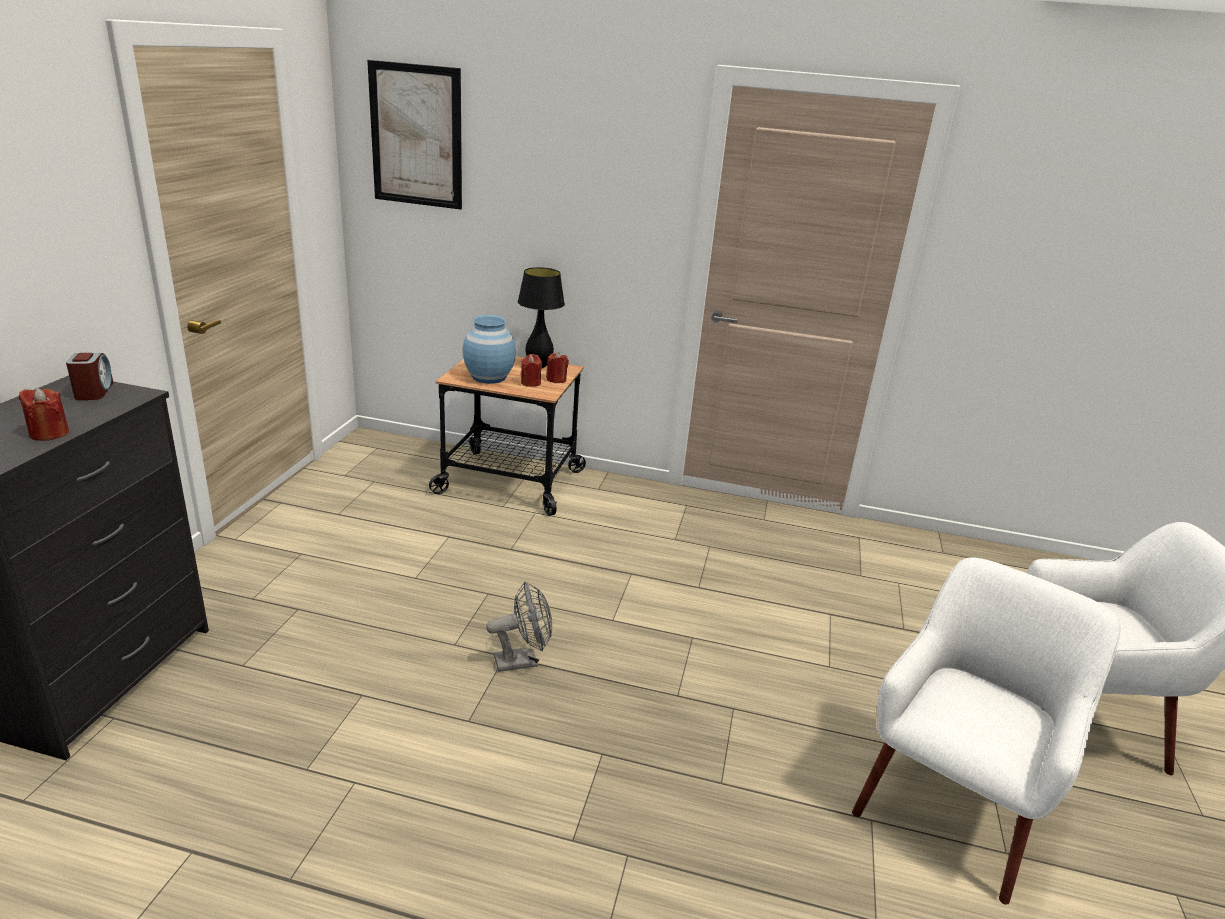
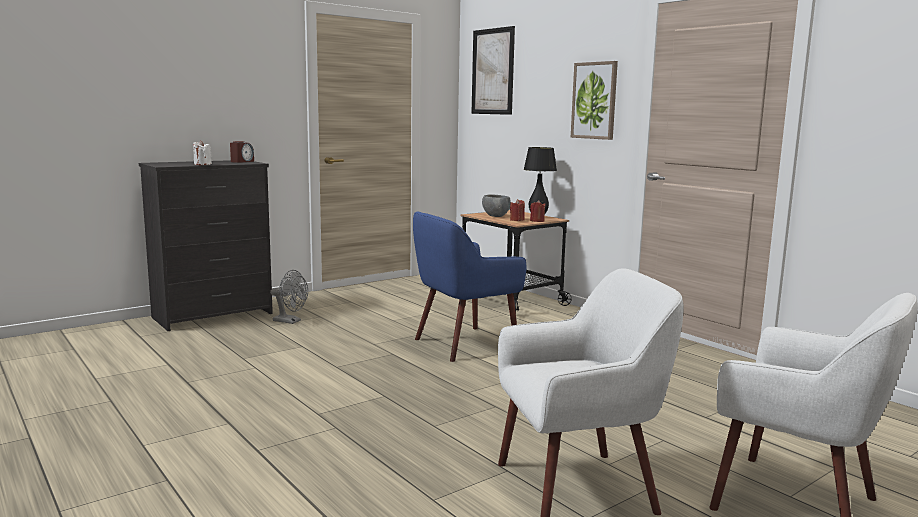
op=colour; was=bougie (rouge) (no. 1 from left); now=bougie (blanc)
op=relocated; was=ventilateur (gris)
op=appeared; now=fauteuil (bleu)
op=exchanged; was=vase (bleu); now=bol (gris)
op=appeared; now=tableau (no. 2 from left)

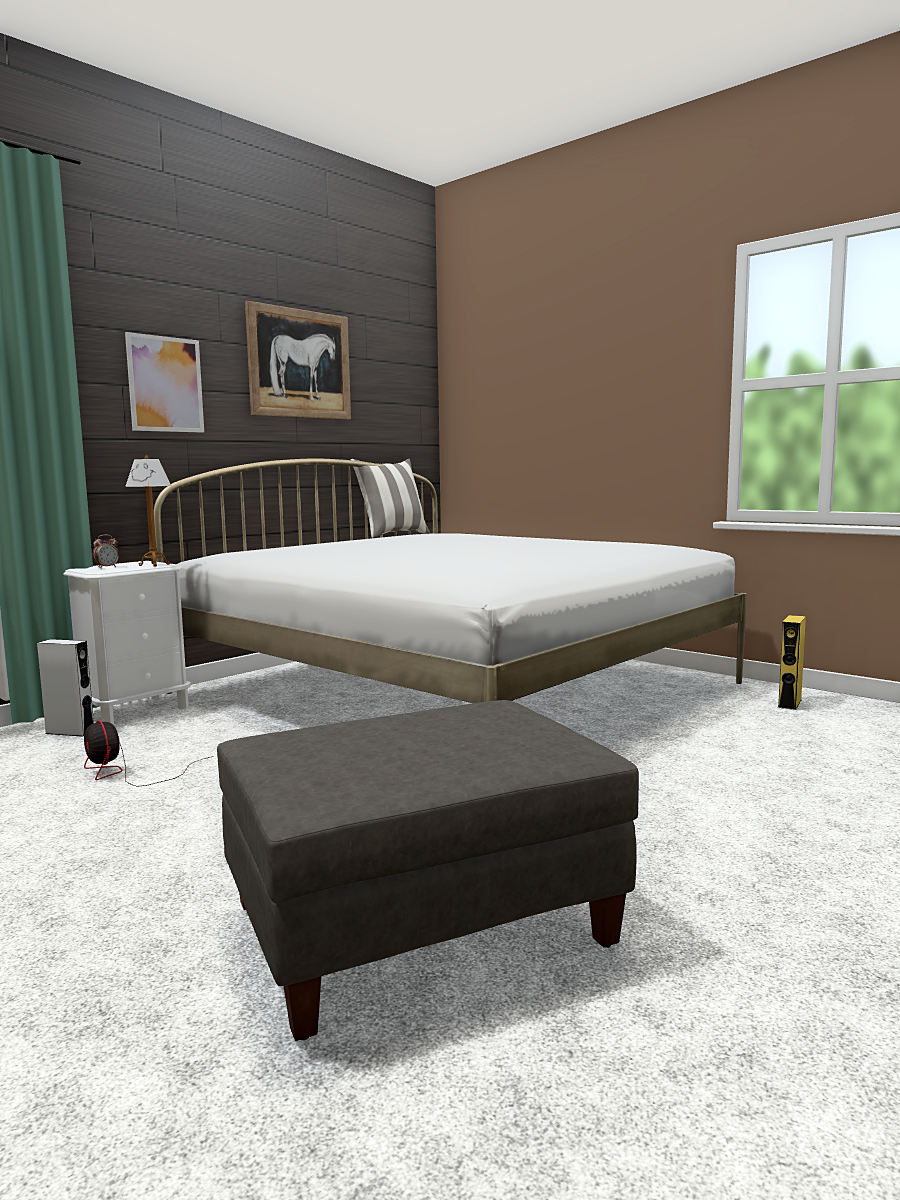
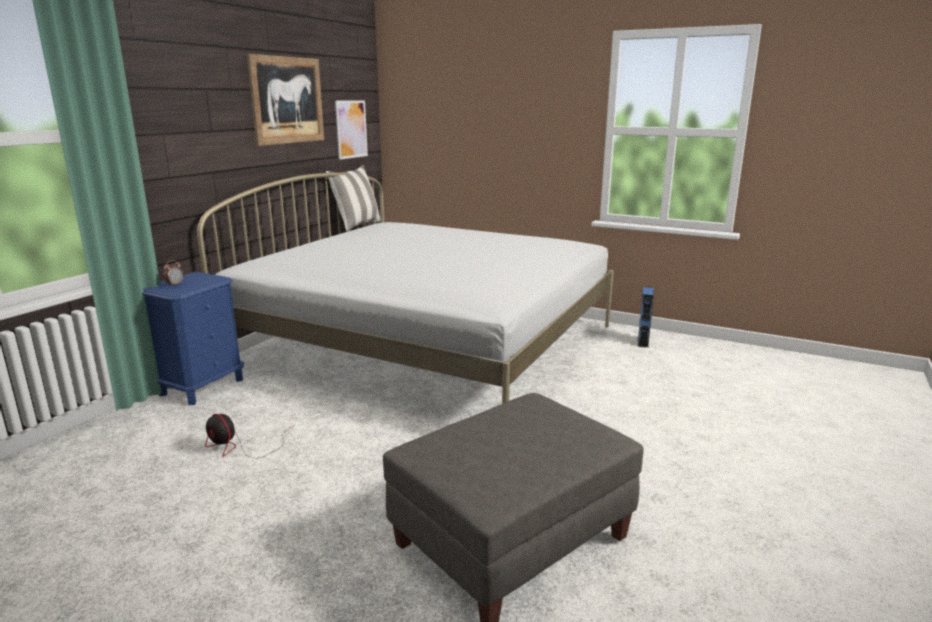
op=colour; was=table de chevet (blanc); now=table de chevet (bleu)
op=relocated; was=tableau (no. 1 from left in the first image); now=tableau (no. 2 from left)
op=colour; was=enceinte (jaune); now=enceinte (bleu)
op=missing; was=enceinte (gris)
op=missing; was=lampe de table

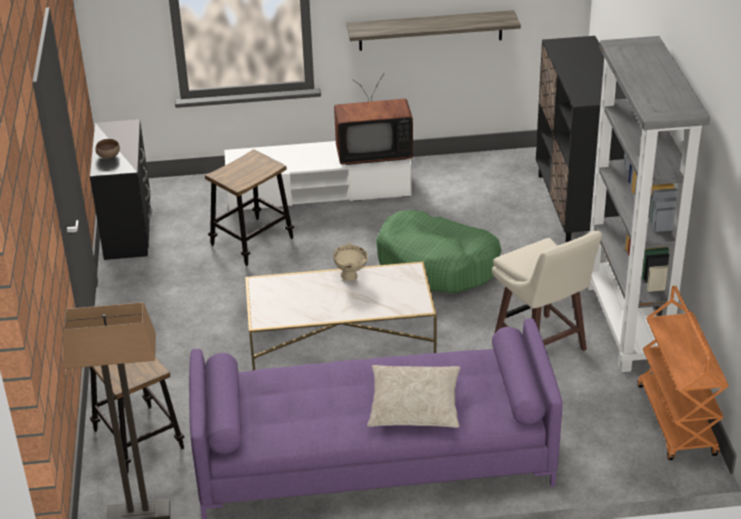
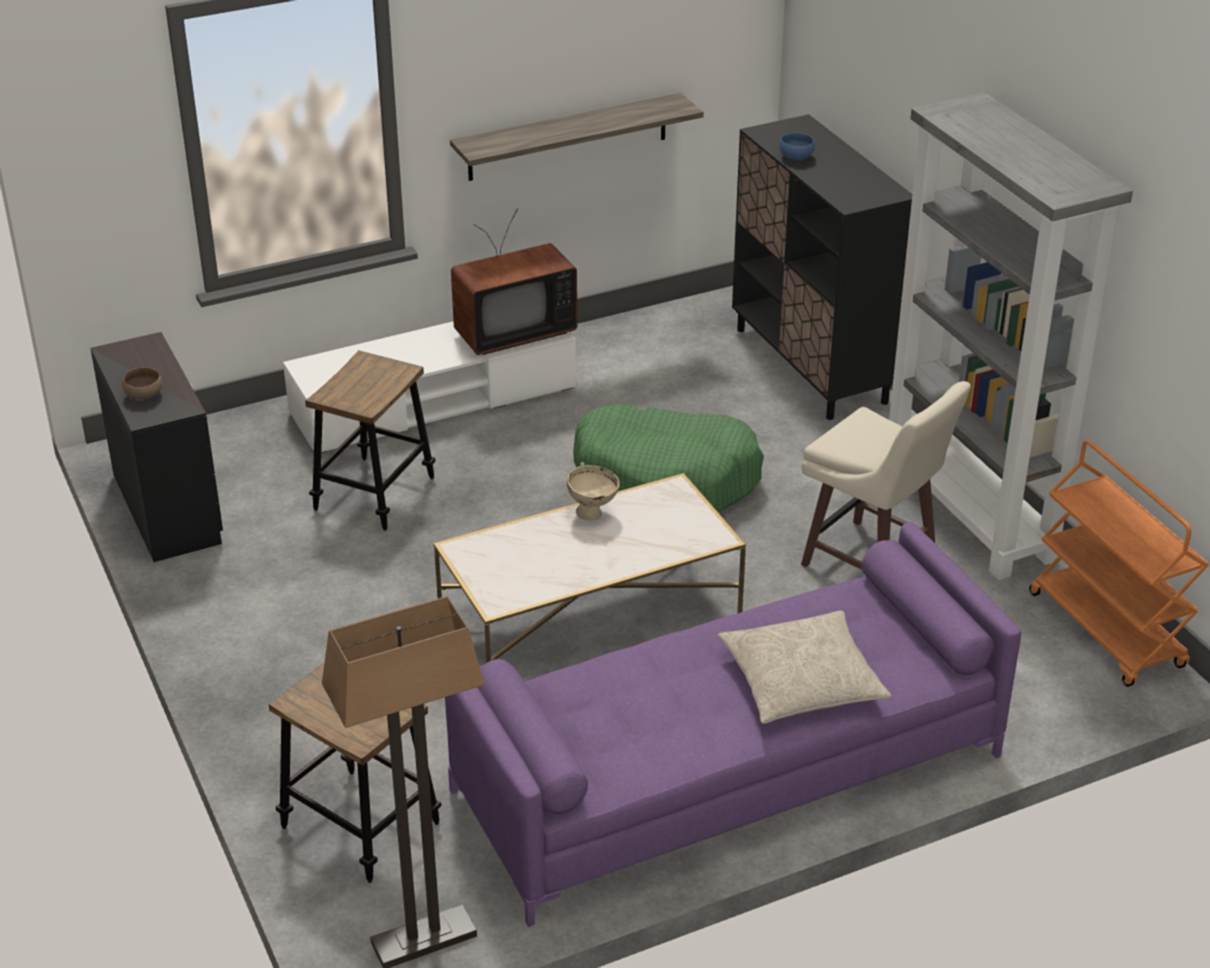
op=appeared; now=bol (bleu)

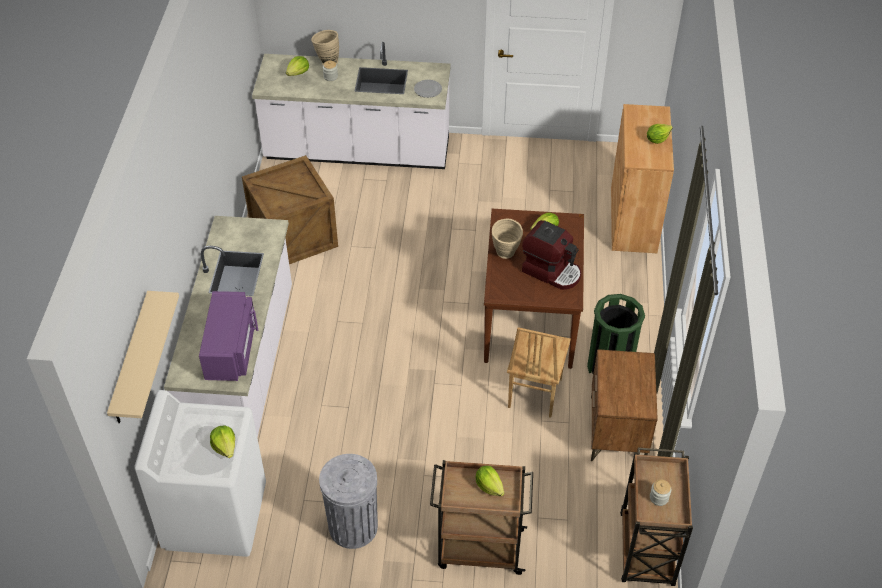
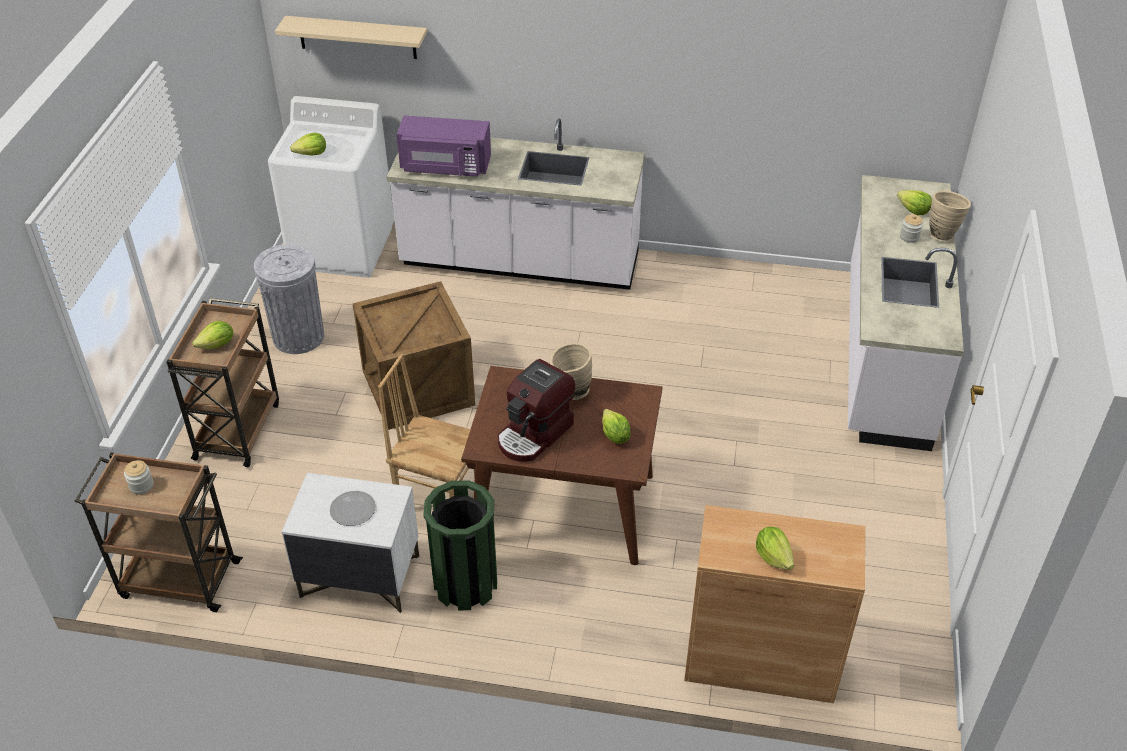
op=colour; was=table de chevet (marron); now=table de chevet (blanc)
op=relocated; was=assiette
op=relocated; was=caisse

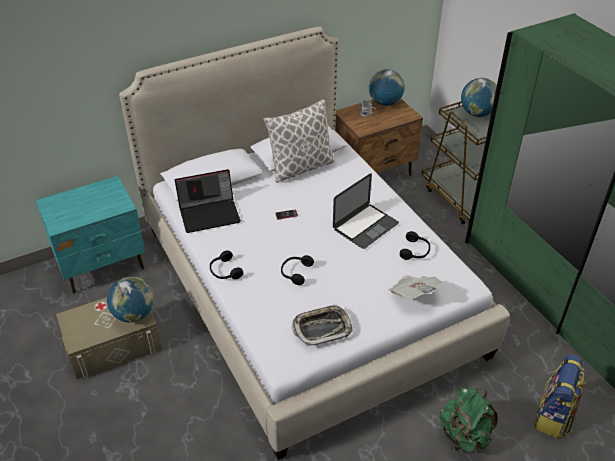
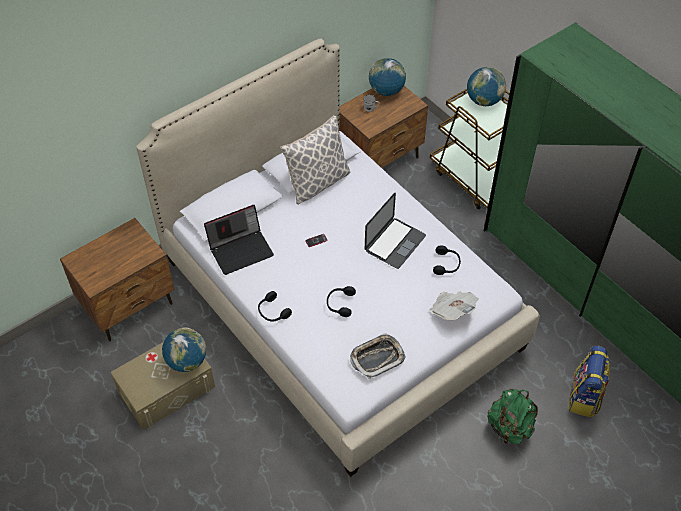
op=colour; was=table de chevet (turquoise); now=table de chevet (marron) (no. 1 from left)

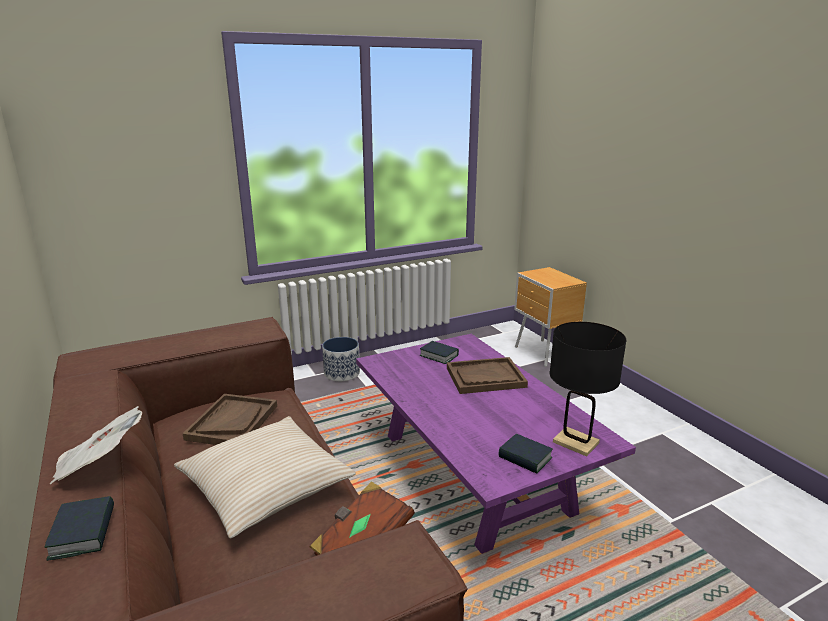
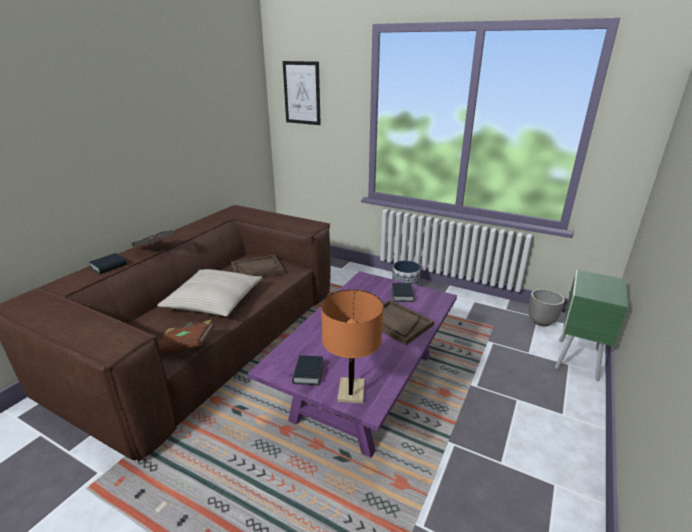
op=appeared; now=tableau
op=colour; was=lampe de table (noir); now=lampe de table (orange)
op=appeared; now=cache-pot (no. 2 from left)
op=colour; was=table de chevet (marron); now=table de chevet (vert)

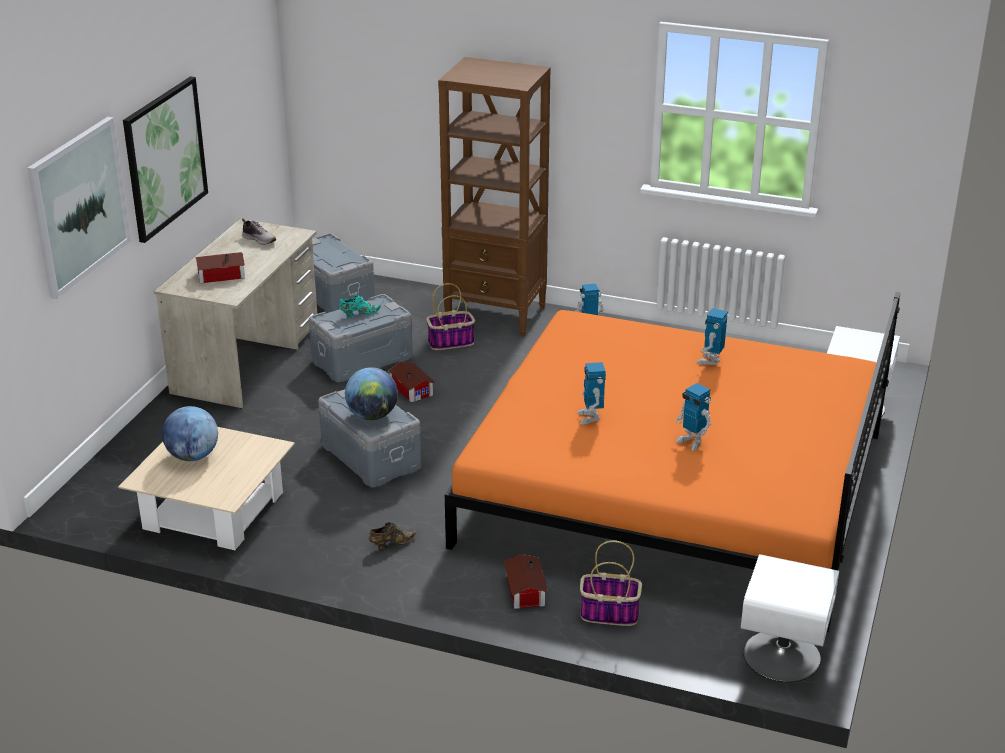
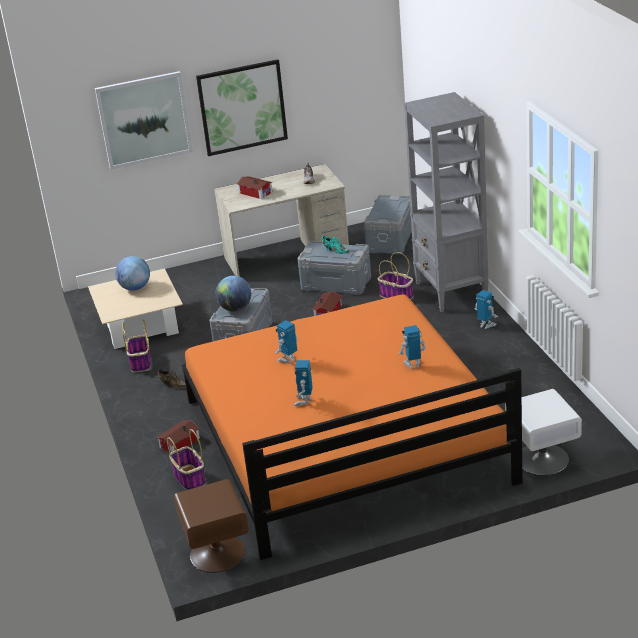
op=appeared; now=panier (no. 1 from left)
op=colour; was=table de chevet (blanc) (no. 1 from left); now=table de chevet (marron)
op=colour; was=bibliothèque (marron); now=bibliothèque (gris)

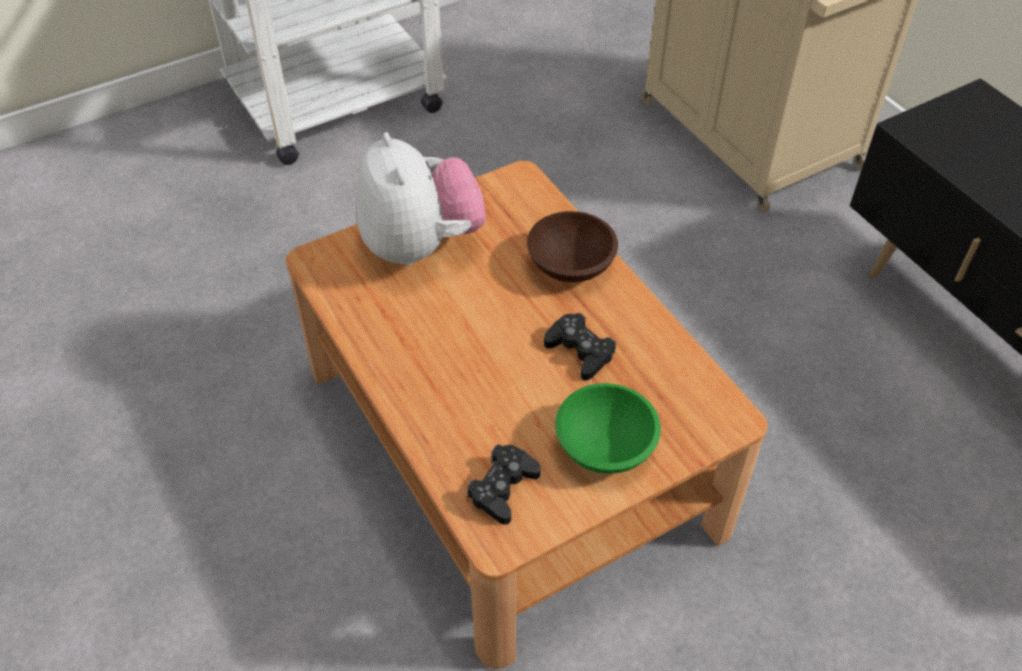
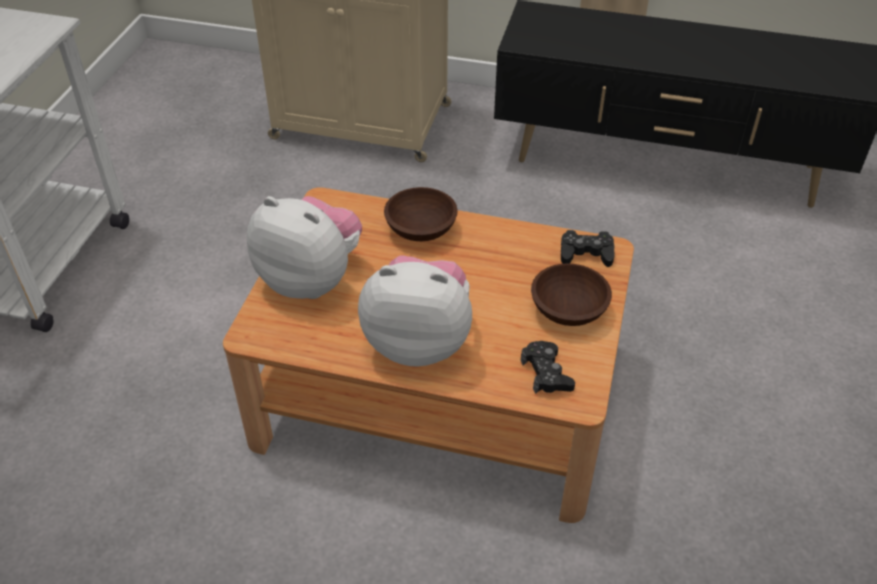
op=appeared; now=peluche (no. 2 from left)
op=colour; was=bol (vert); now=bol (marron) (no. 2 from left)
op=relocated; was=manette (noir) (no. 2 from left)

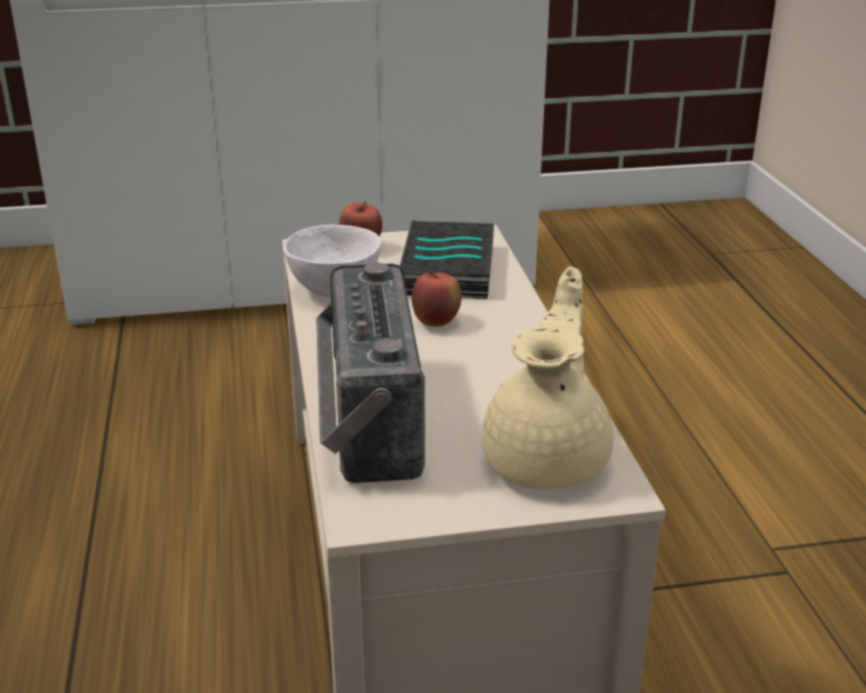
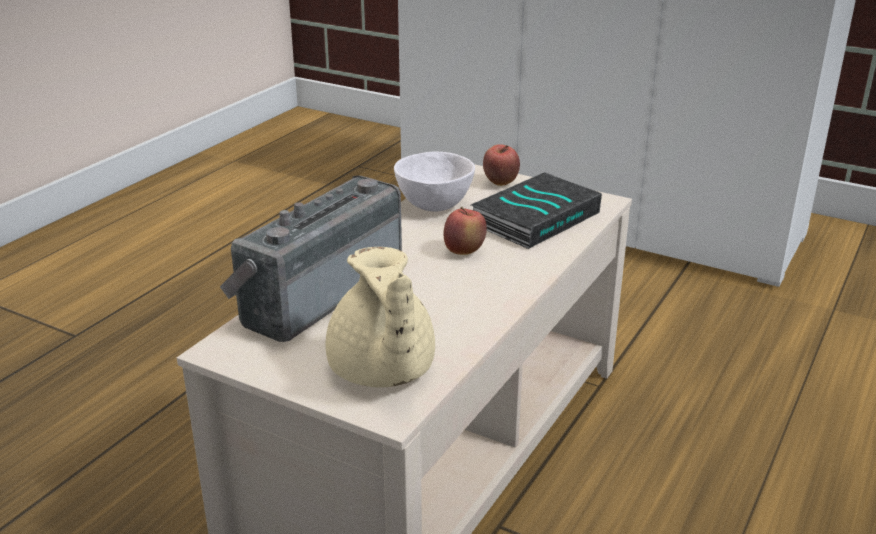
op=spun; was=théière (beige); clockwise=105

